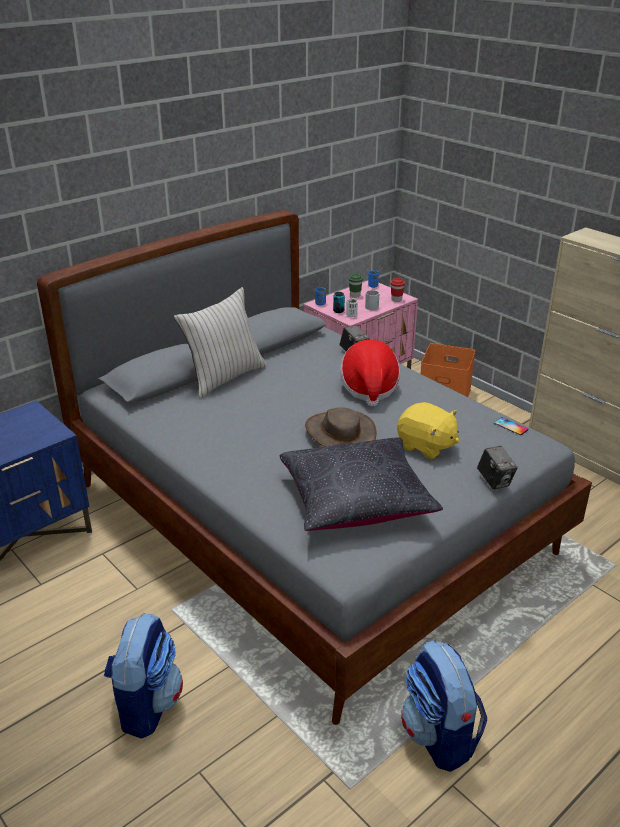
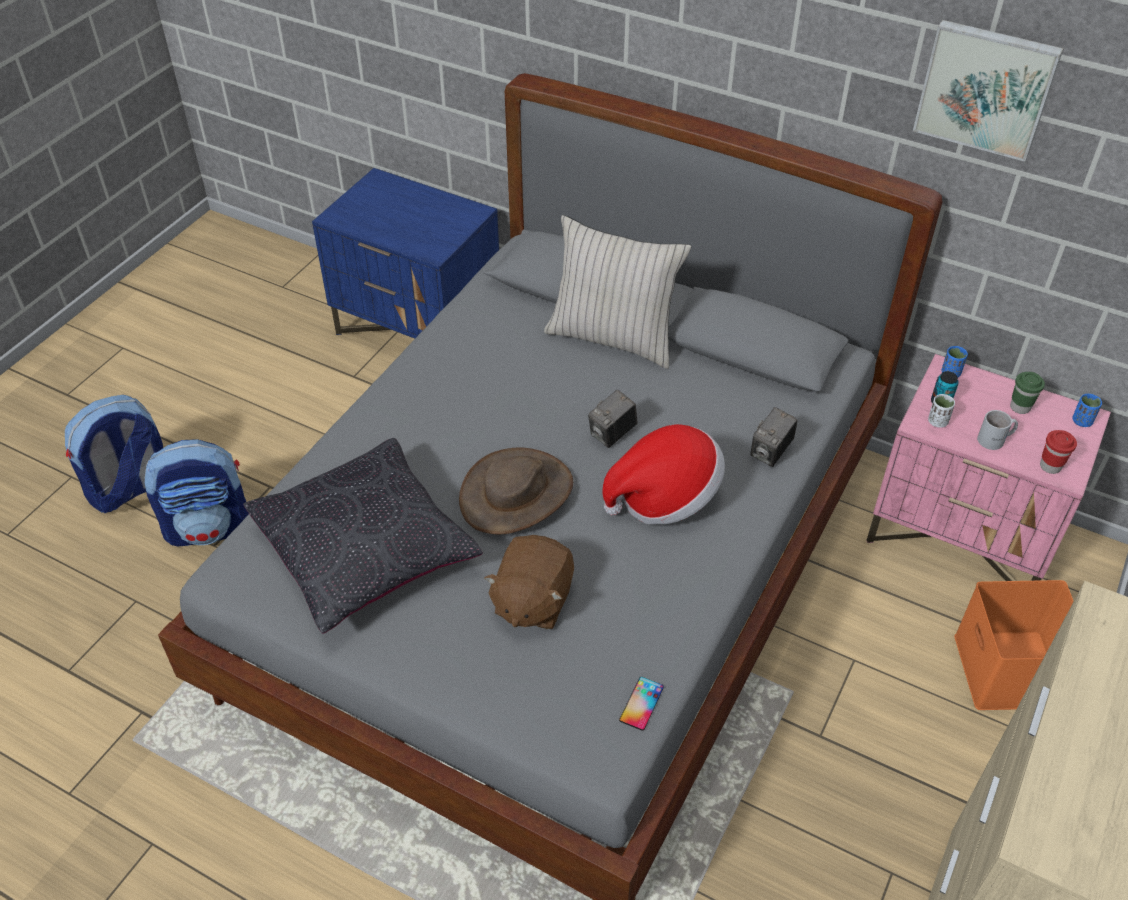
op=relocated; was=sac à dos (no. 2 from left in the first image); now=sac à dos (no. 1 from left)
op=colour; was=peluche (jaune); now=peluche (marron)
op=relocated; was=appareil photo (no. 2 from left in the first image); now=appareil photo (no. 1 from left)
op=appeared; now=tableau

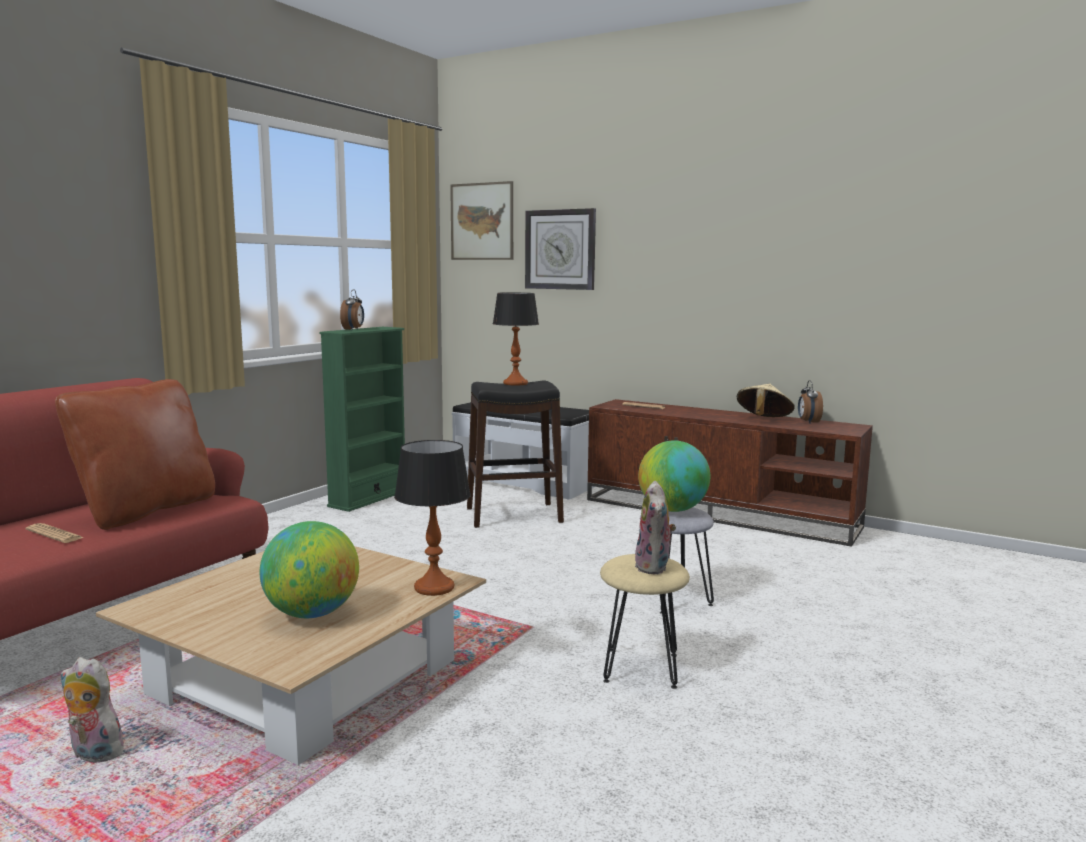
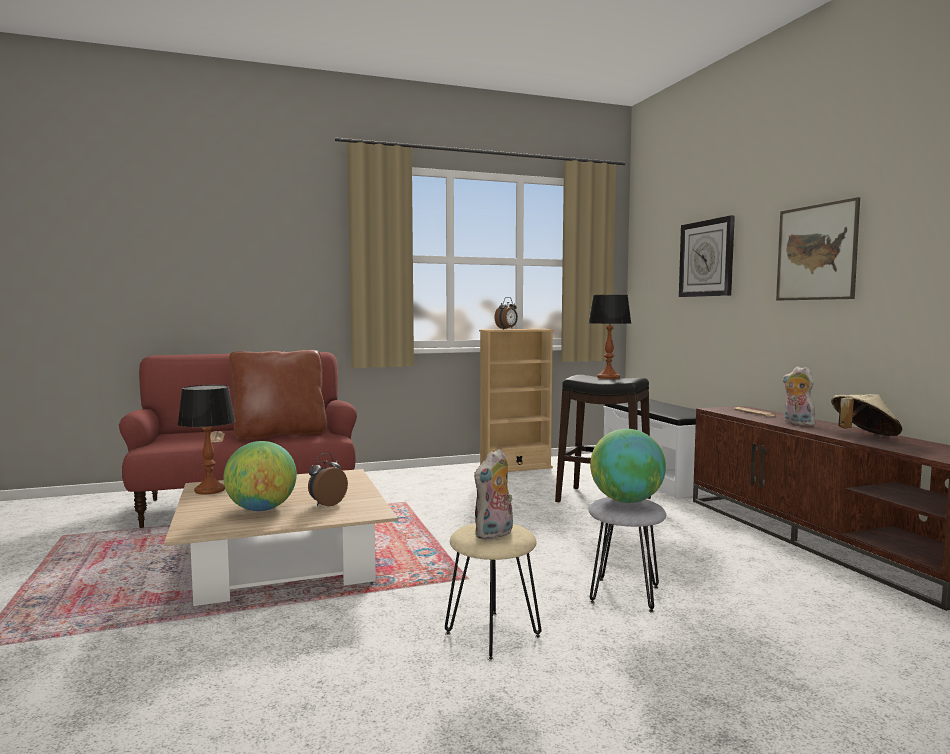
op=relocated; was=lampe de table (no. 1 from left)
op=relocated; was=réveil (no. 2 from left in the first image); now=réveil (no. 1 from left)
op=colour; was=bibliothèque (vert); now=bibliothèque (beige)
op=relocated; was=tableau
op=relocated; was=peluche (no. 1 from left in the first image); now=peluche (no. 2 from left)

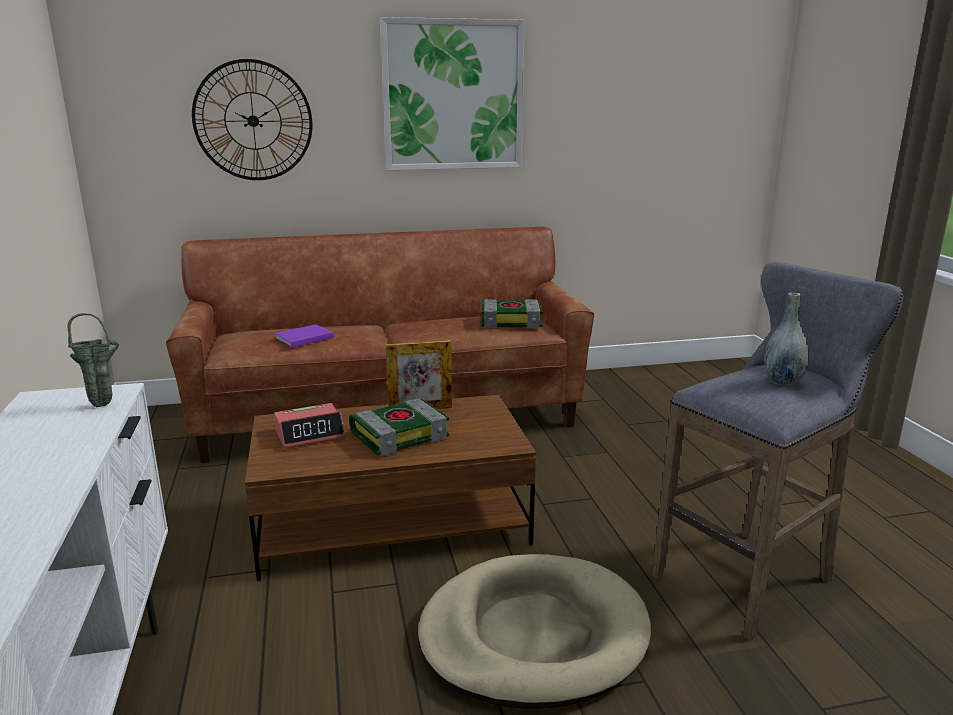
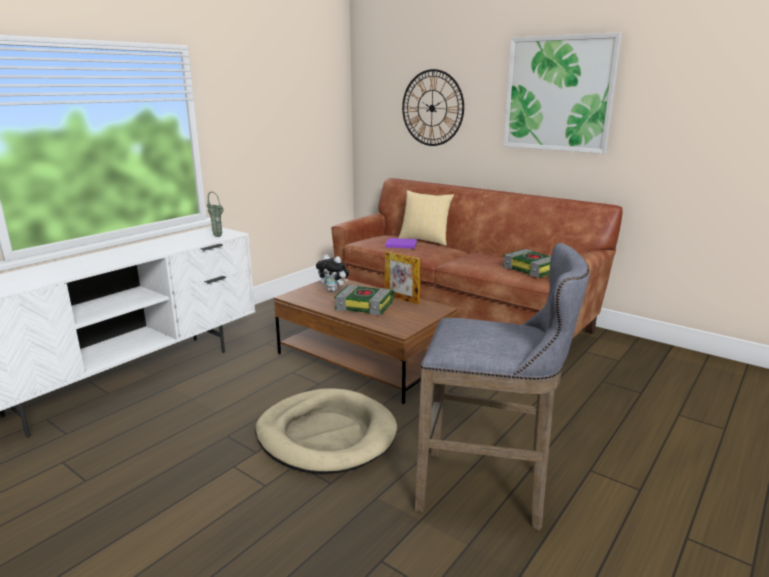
op=exchanged; was=réveil; now=peluche
op=appeared; now=coussin
op=missing; was=vase (gris)

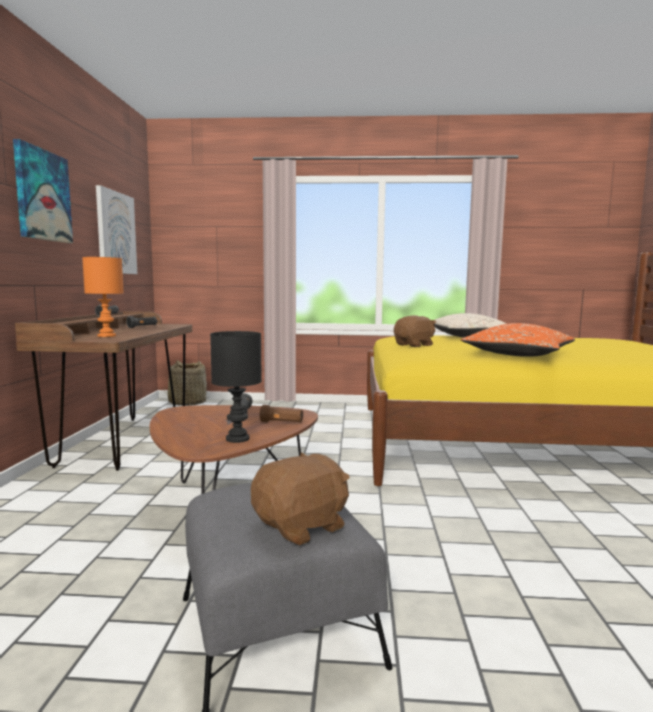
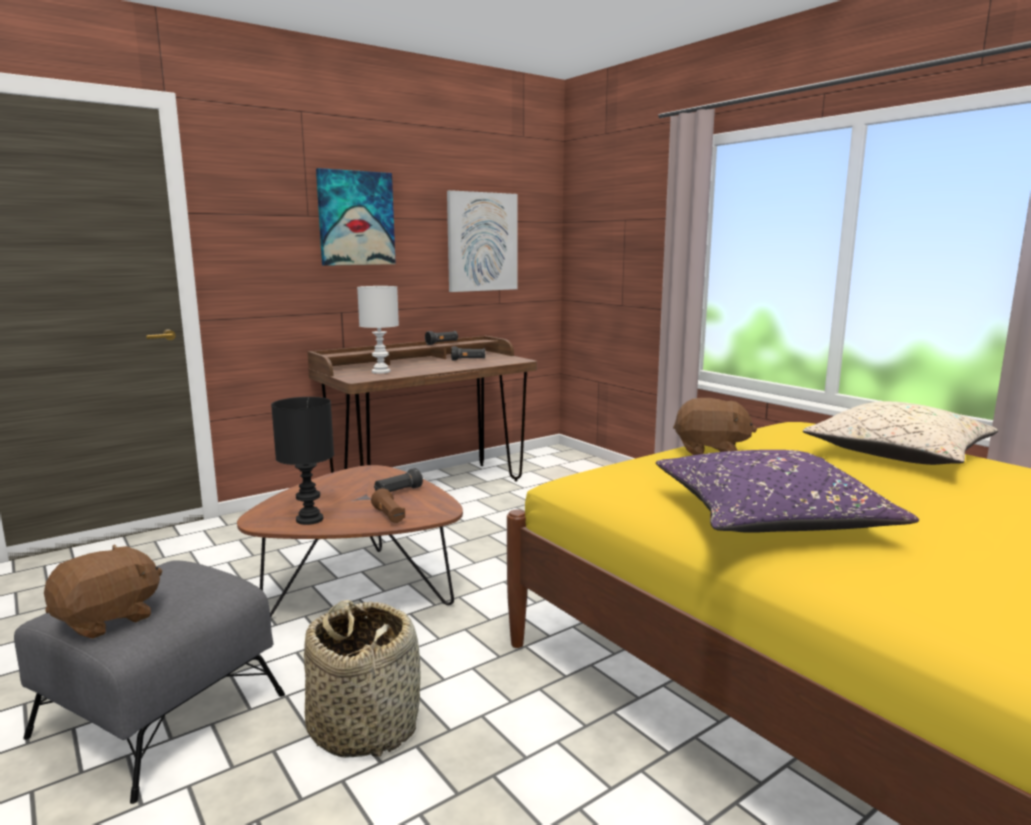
op=spun; was=peluche (marron) (no. 1 from left); clockwise=-60
op=relocated; was=panier
op=colour; was=lampe de table (orange); now=lampe de table (blanc)
op=colour; was=coussin (orange); now=coussin (violet)

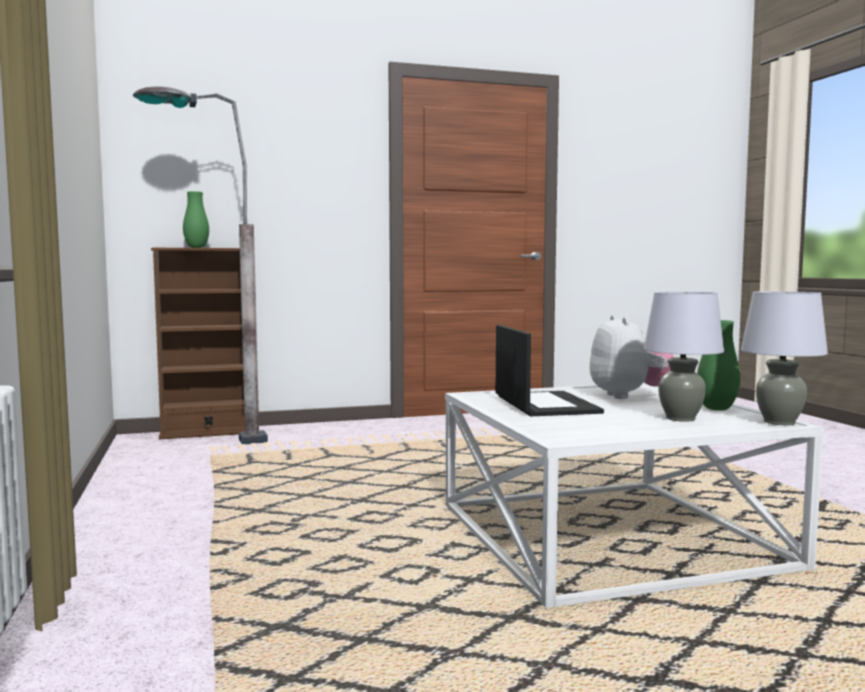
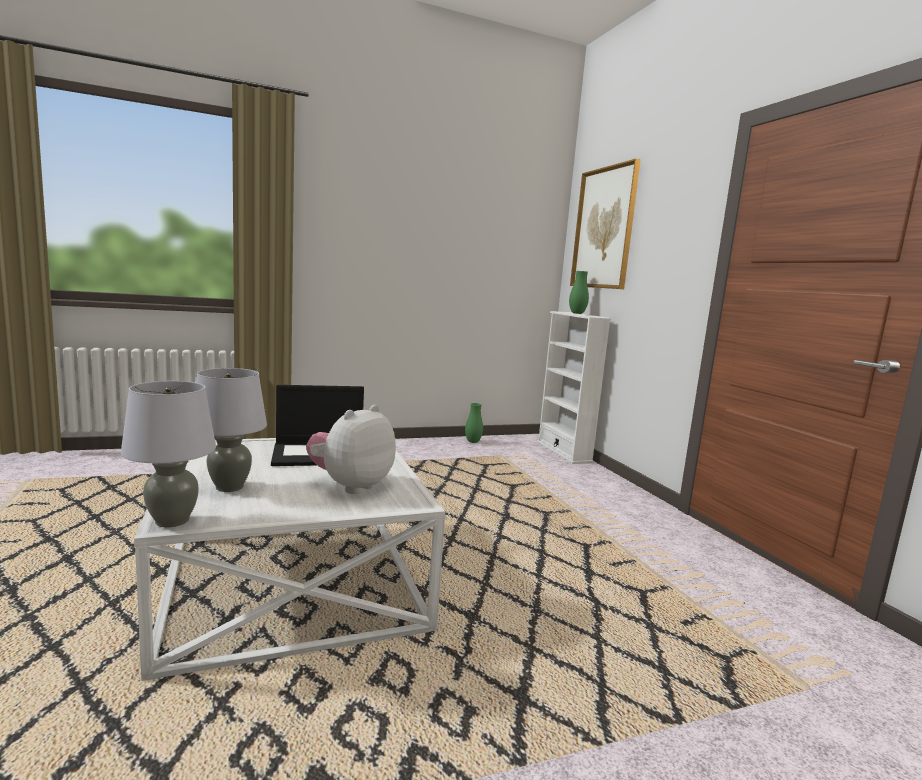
op=spun; was=peluche; clockwise=135
op=relocated; was=vase (vert) (no. 2 from left in the first image); now=vase (vert) (no. 1 from left)
op=colour; was=bibliothèque (marron); now=bibliothèque (blanc)
op=appeared; now=tableau
op=missing; was=lampadaire (gris)

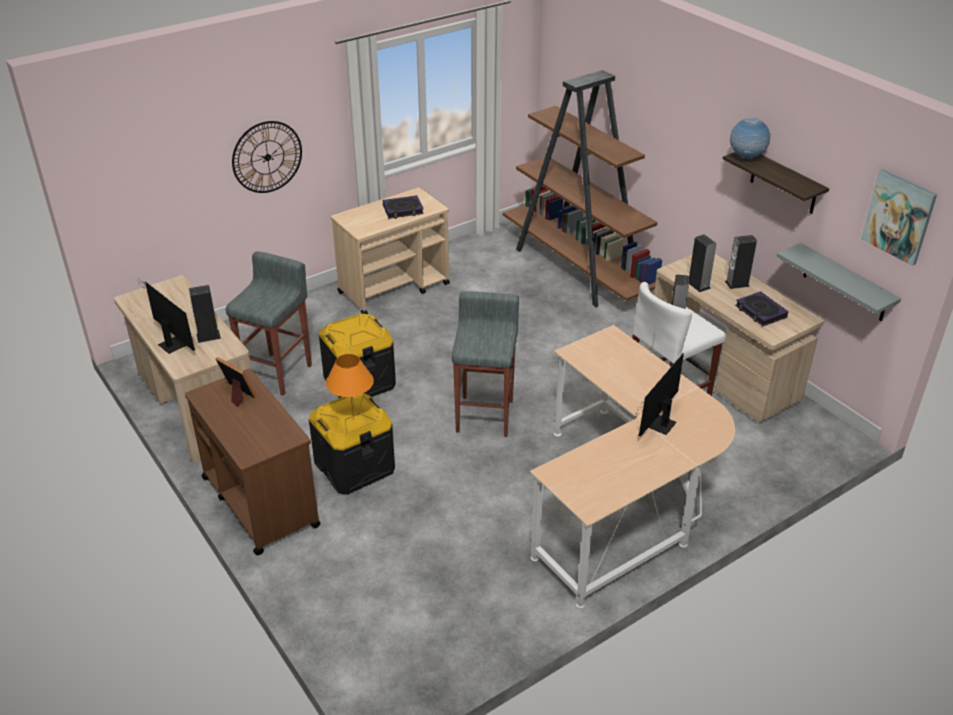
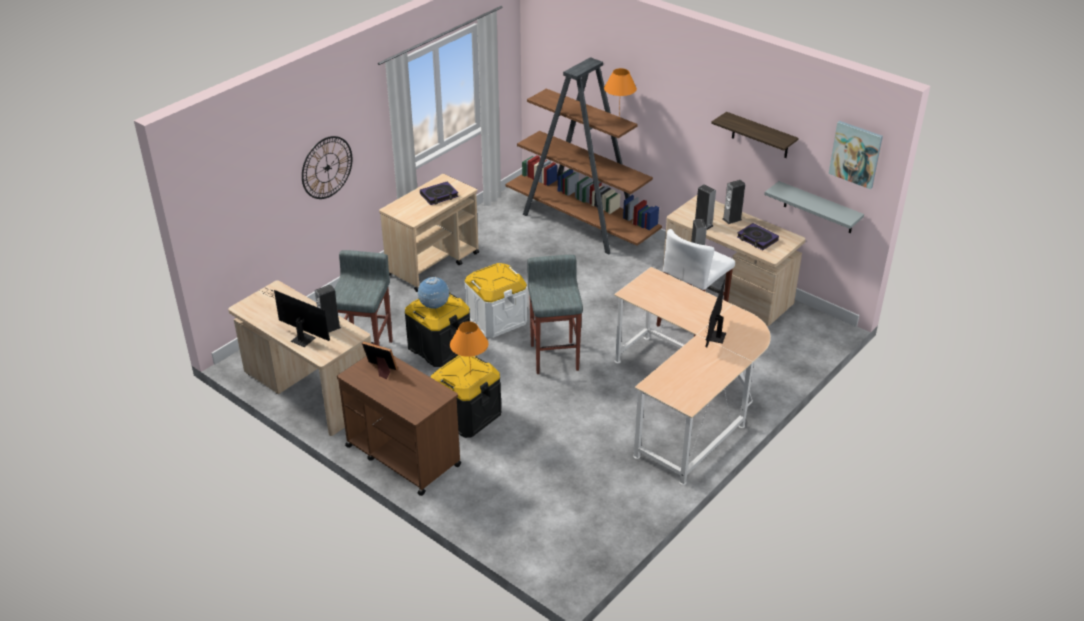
op=relocated; was=globe
op=appeared; now=boîte de rangement (blanc)
op=appeared; now=lampe de table (orange) (no. 2 from left)

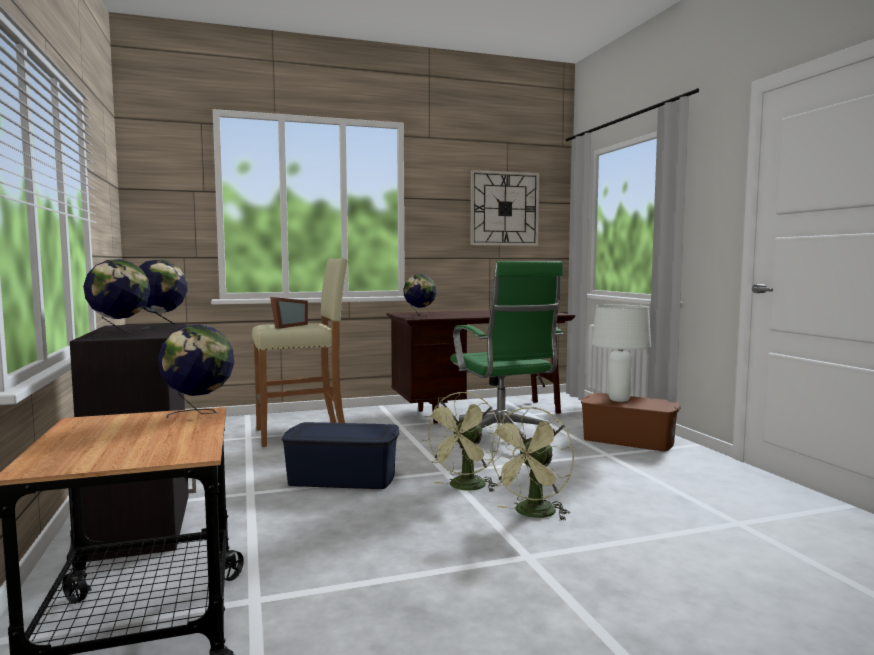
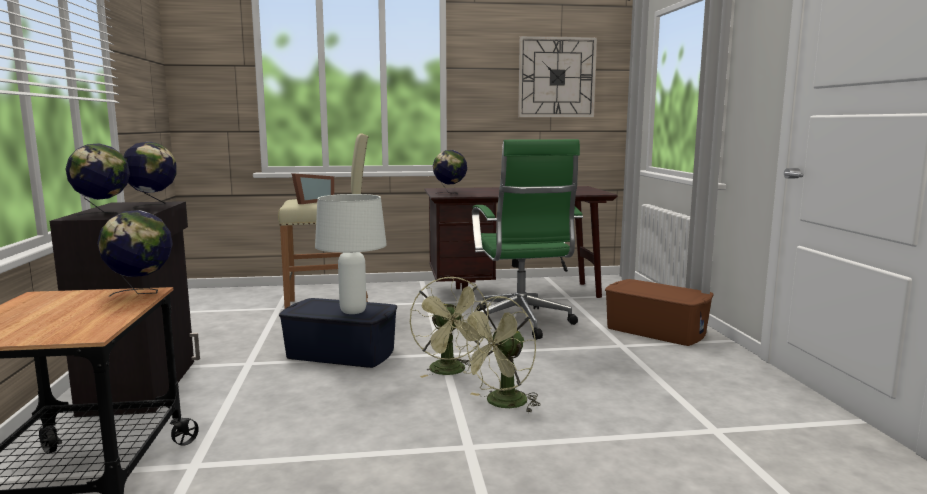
op=relocated; was=lampe de table (blanc)
op=spun; was=ventilateur (vert) (no. 1 from left); clockwise=-60

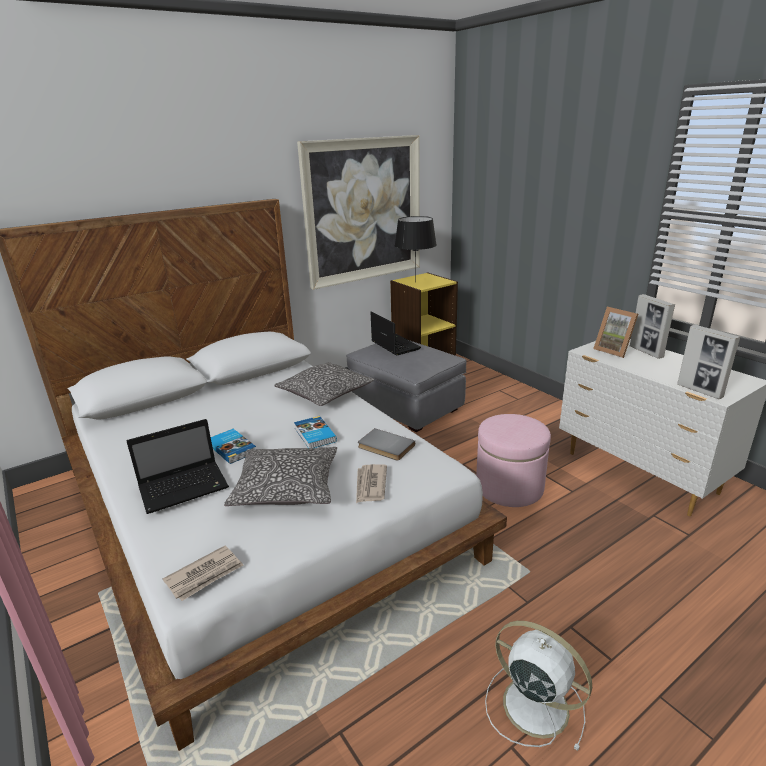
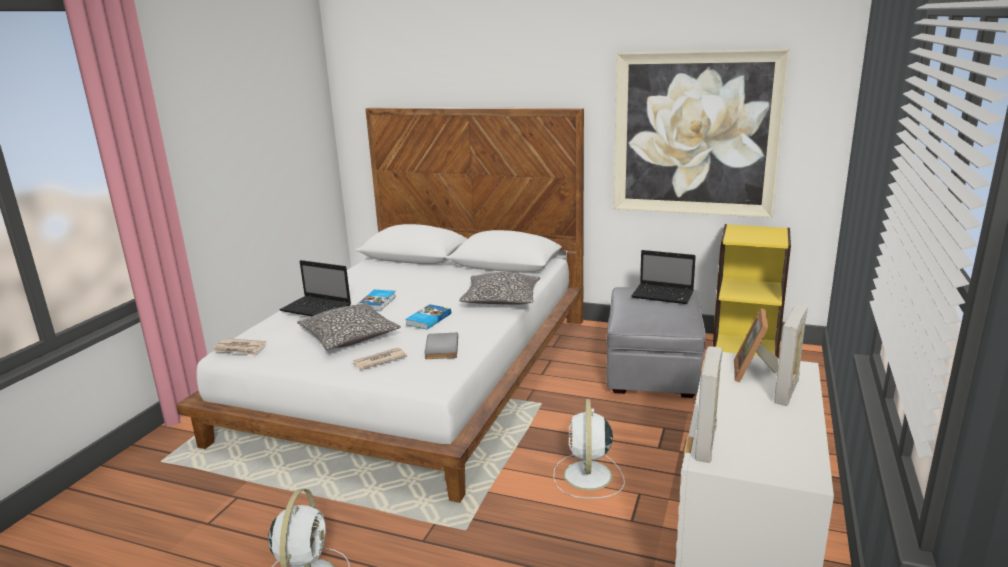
op=exchanged; was=pouf (rose); now=ventilateur (blanc) (no. 2 from left)
op=spun; was=ordinateur portable (no. 2 from left); clockwise=90
op=missing; was=lampe de table (noir)

